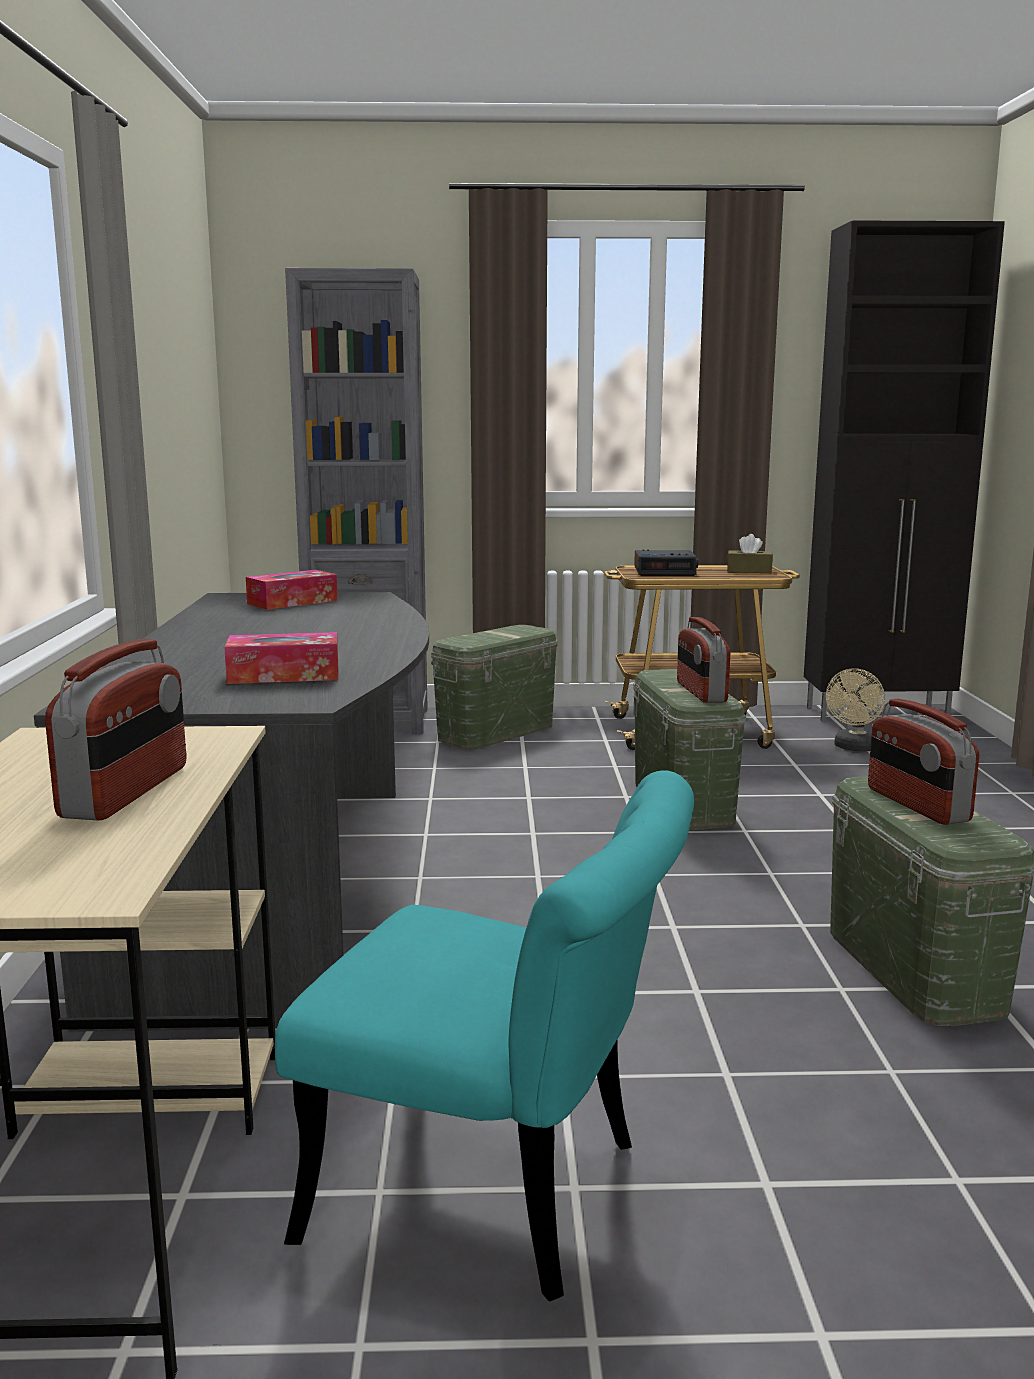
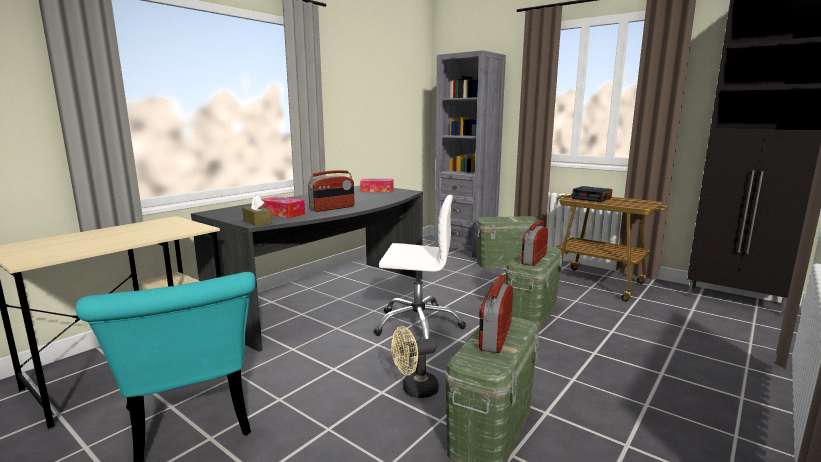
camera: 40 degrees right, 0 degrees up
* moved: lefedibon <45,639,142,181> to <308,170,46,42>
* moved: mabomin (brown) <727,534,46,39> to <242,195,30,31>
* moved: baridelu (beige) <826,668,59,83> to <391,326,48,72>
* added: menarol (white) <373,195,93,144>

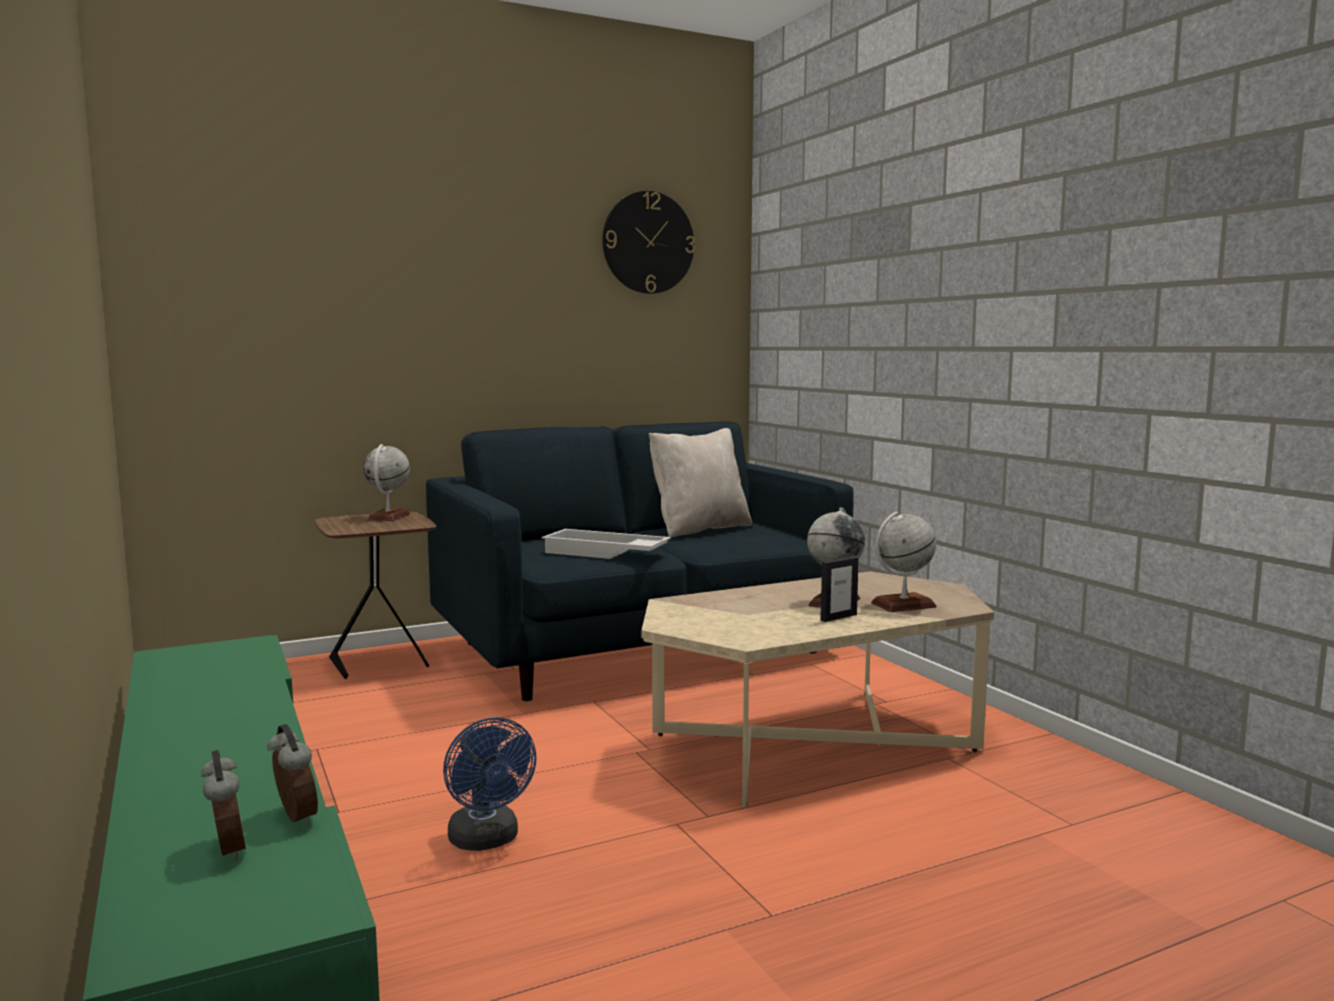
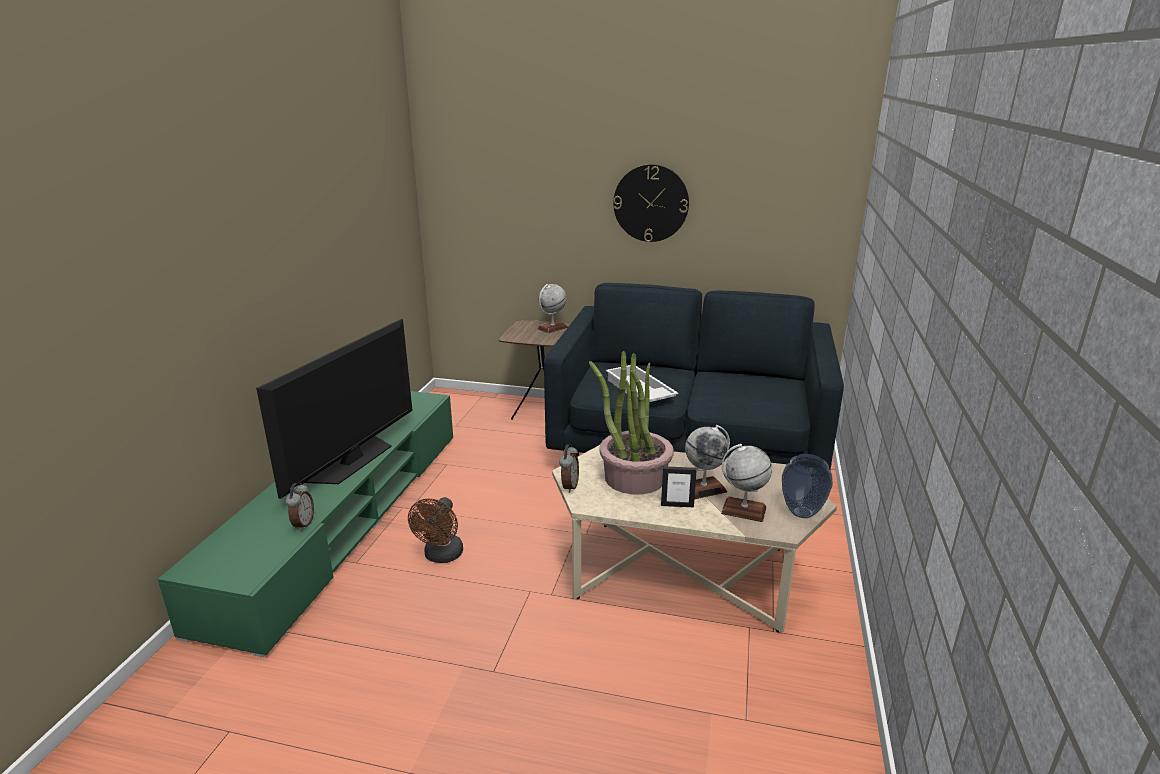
camera: 40 degrees right, 15 degrees up
* moved: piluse <201,750,45,111> to <559,444,20,49>
* recoloured: baridelu (blue) <443,717,94,134> to baridelu (brown) <408,497,55,66>
* moved: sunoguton <602,191,93,103> to <613,164,76,78>
* removed: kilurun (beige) <649,428,103,110>
* added: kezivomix <256,319,157,180>
* added: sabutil <589,351,85,144>
* added: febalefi <782,454,51,64>

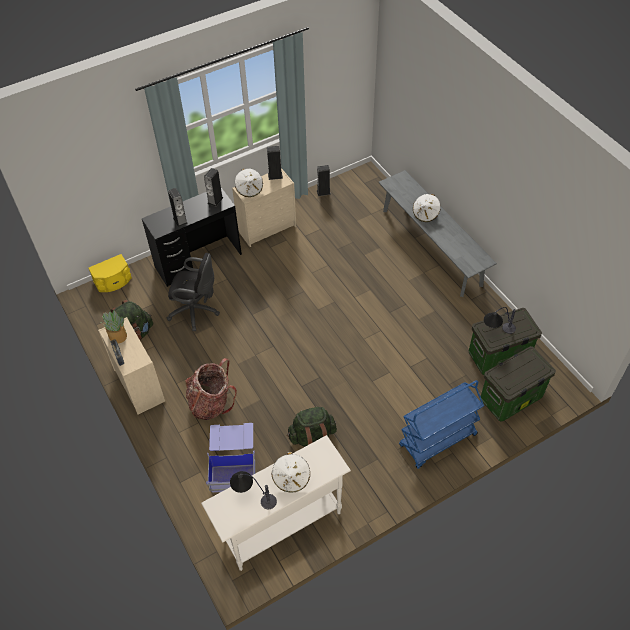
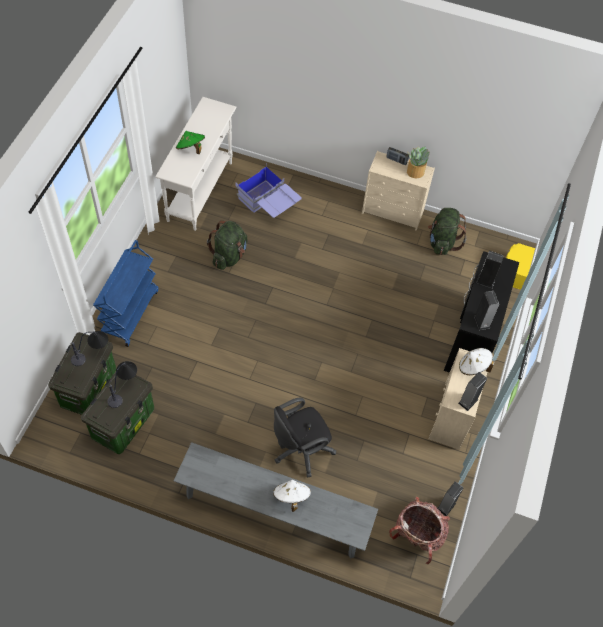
camera: 135 degrees right, 5 degrees up
* moved: menarol (black) <167,253,53,78> to <274,398,62,79>
* moved: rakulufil <185,358,52,62> to <389,497,61,68>
* moved: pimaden <230,471,47,38> to <71,331,37,35>
* recoloured: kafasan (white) <272,452,38,40> to kafasan (green) <176,131,29,23>

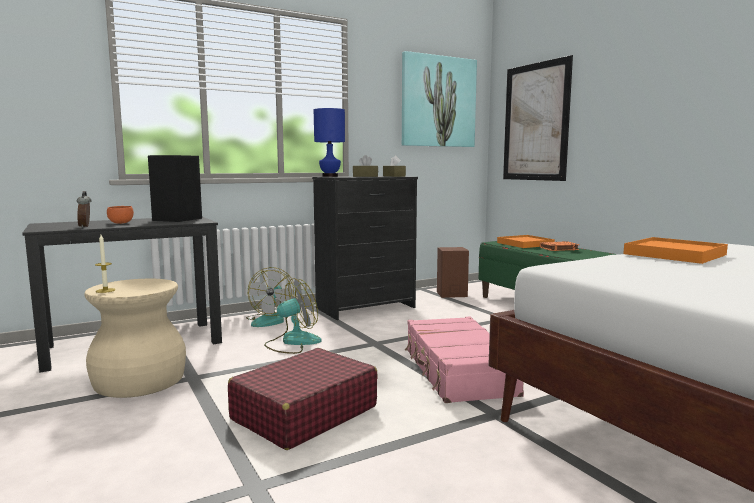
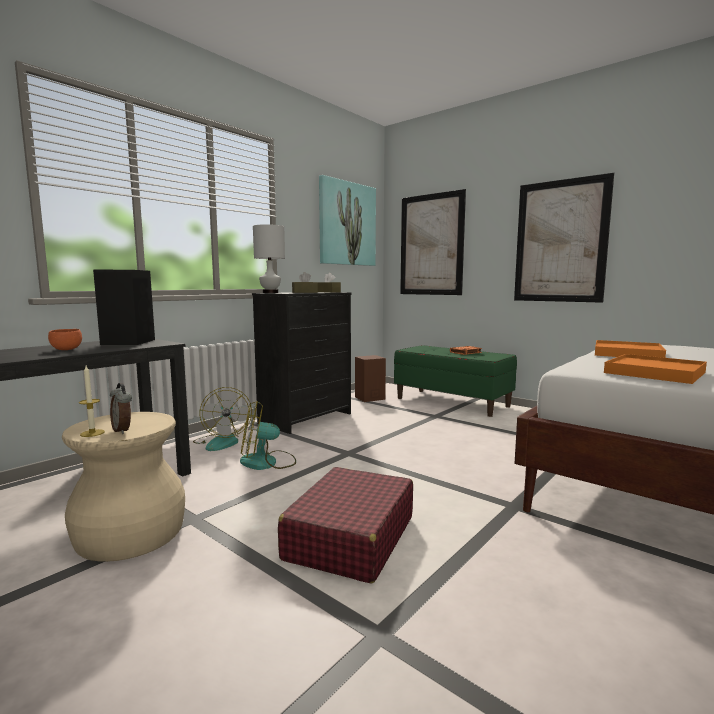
camera: 20 degrees left, 0 degrees up
* moved: piluse <77,191,15,37> to <110,383,22,51>
* turned: baridelu <264,278,58,76> = <240,401,56,69> 135 degrees counterclockwise
* recoloured: pimaden (blue) <314,108,31,69> to pimaden (white) <253,224,32,69>
* removed: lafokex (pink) <405,316,119,87>
* moved: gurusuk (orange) <497,235,58,13> to <604,354,103,30>
* added: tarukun <514,173,100,130>

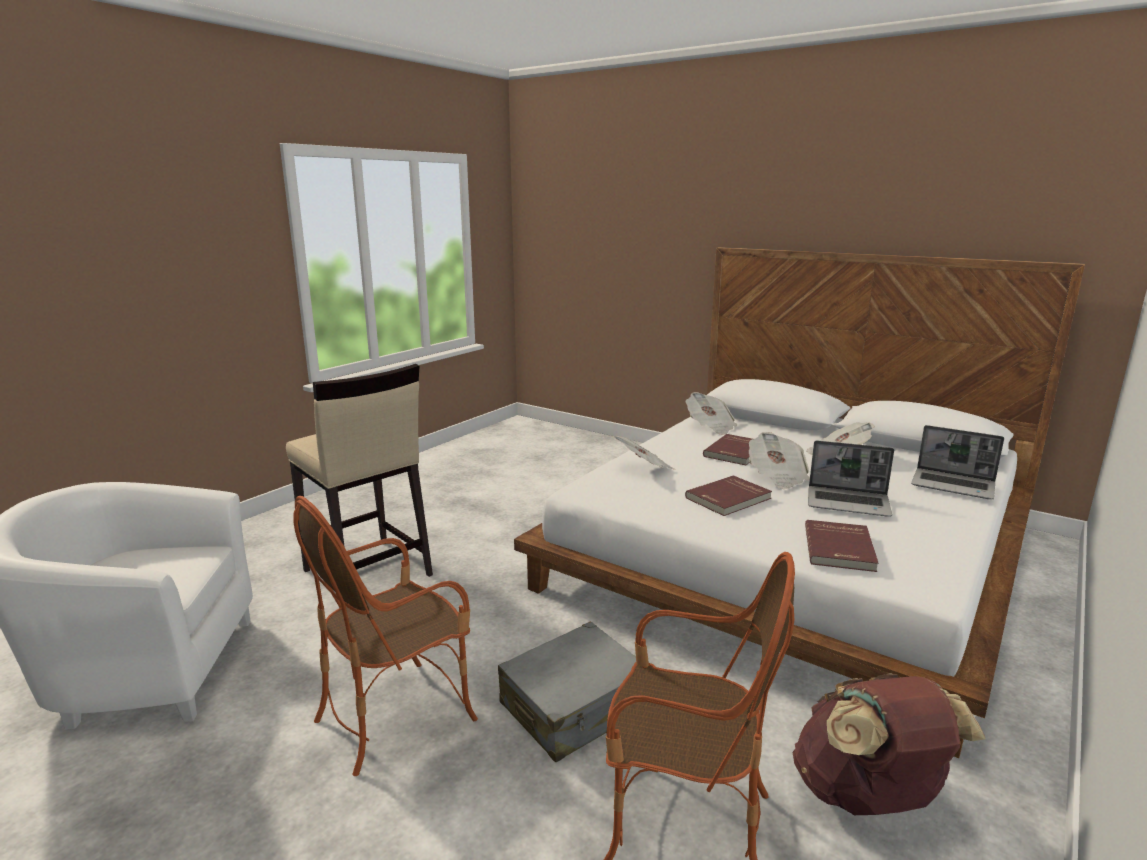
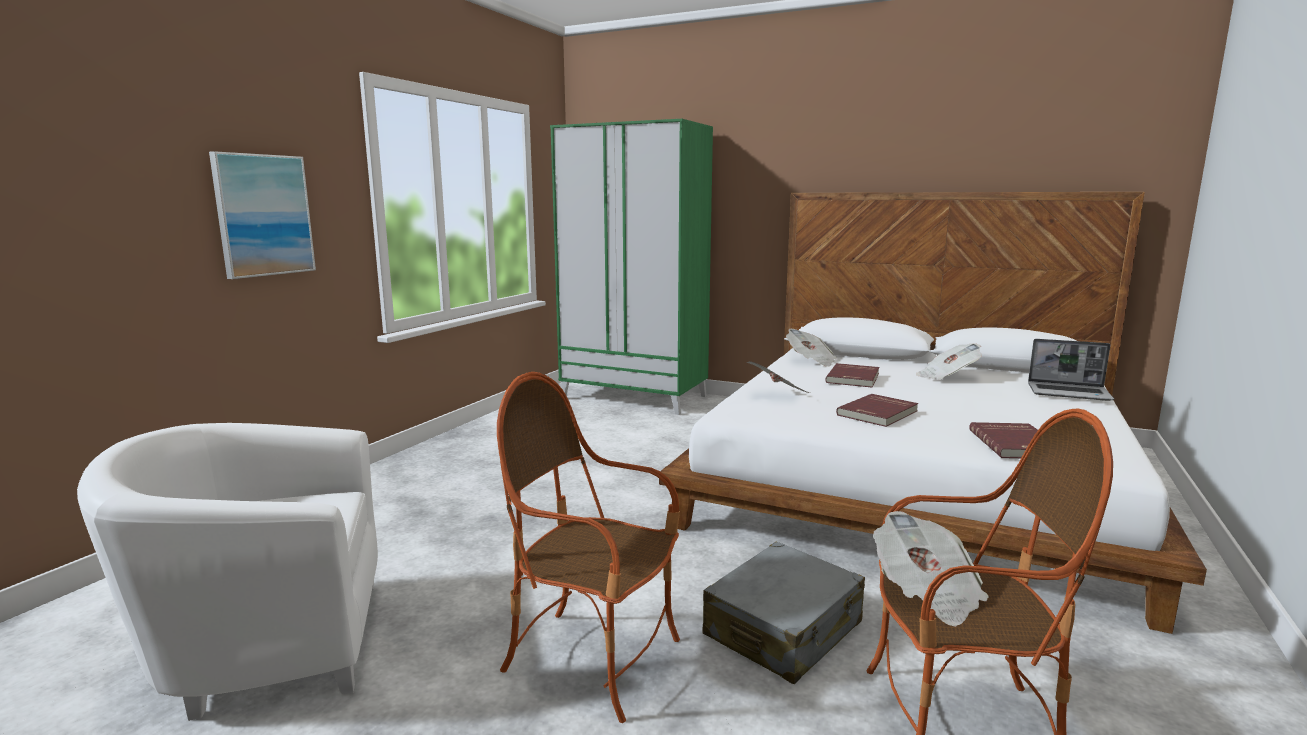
camera: 10 degrees left, 5 degrees down
* removed: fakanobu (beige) <286,364,147,240>
* turned: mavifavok <293,496,185,280> = <497,372,183,351> 75 degrees clockwise
* moved: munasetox <749,432,61,57> to <873,511,116,116>
* removed: rakulufil (brown) <793,673,193,142>
* removed: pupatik <808,441,86,76>
* added: tarukun <209,151,107,128>
* added: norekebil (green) <550,119,163,296>

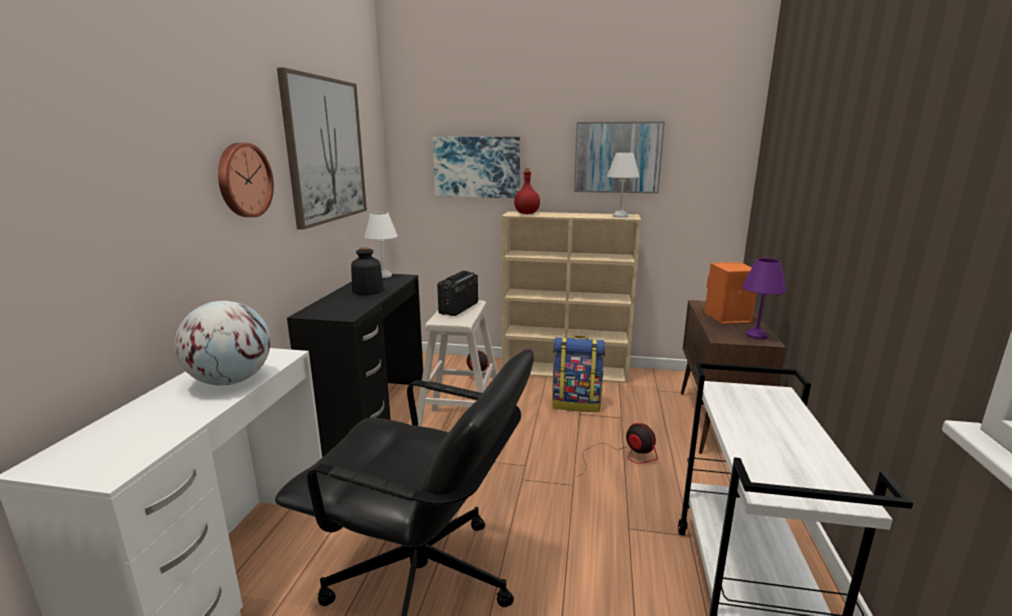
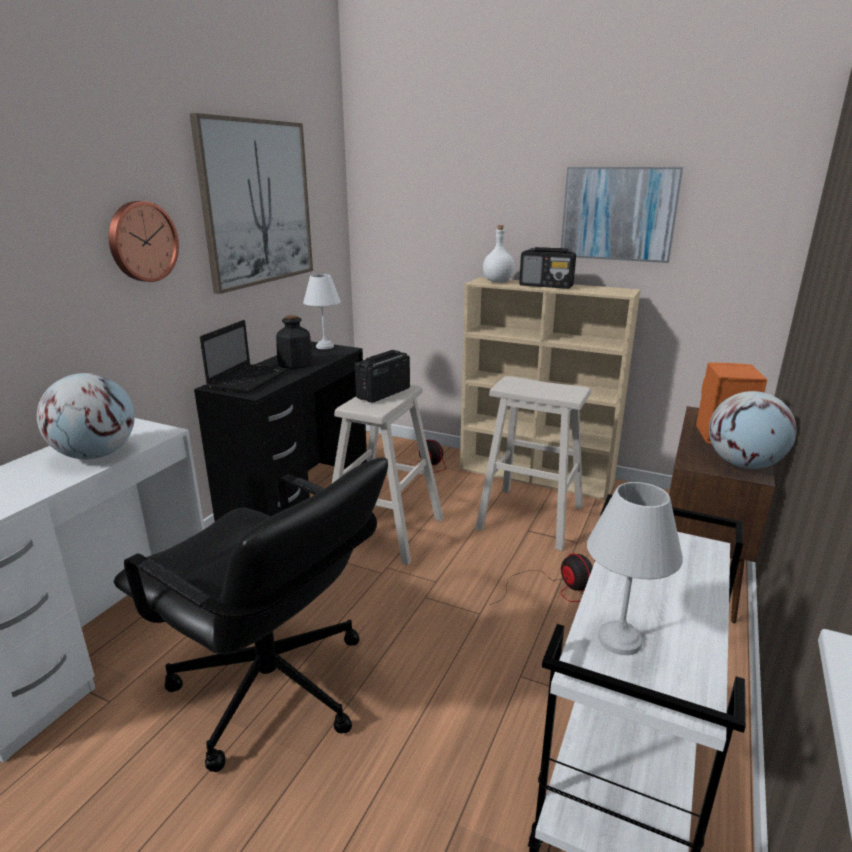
camera: 15 degrees right, 5 degrees up
* removed: tarukun <433,137,87,61>
* recoloured: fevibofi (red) <514,168,26,46> to fevibofi (white) <483,225,32,58>
* replaced: rakulufil <552,336,53,76> to fakanobu (beige) <475,376,116,175>
* moved: pimaden (white) <607,153,33,65> to <587,482,96,173>
* replaced: pimaden (purple) <742,258,45,81> to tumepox <709,391,87,78>
* added: pupatik <200,320,88,74>
* added: lefedibon <519,247,57,42>

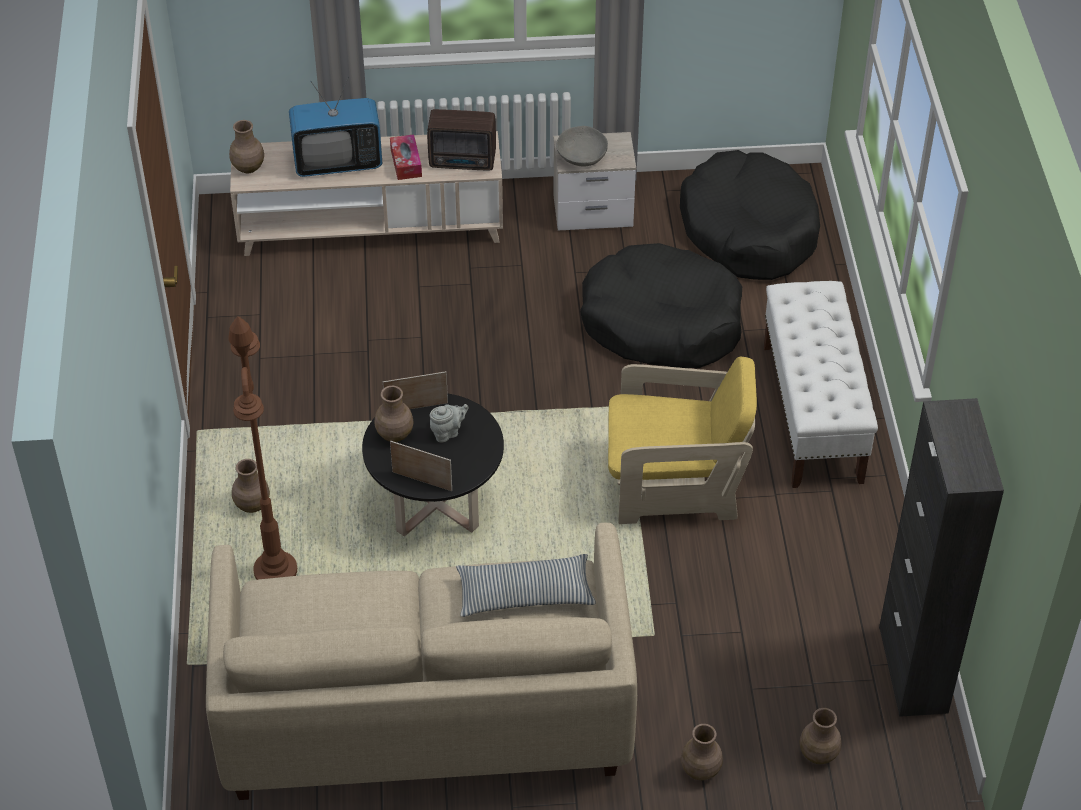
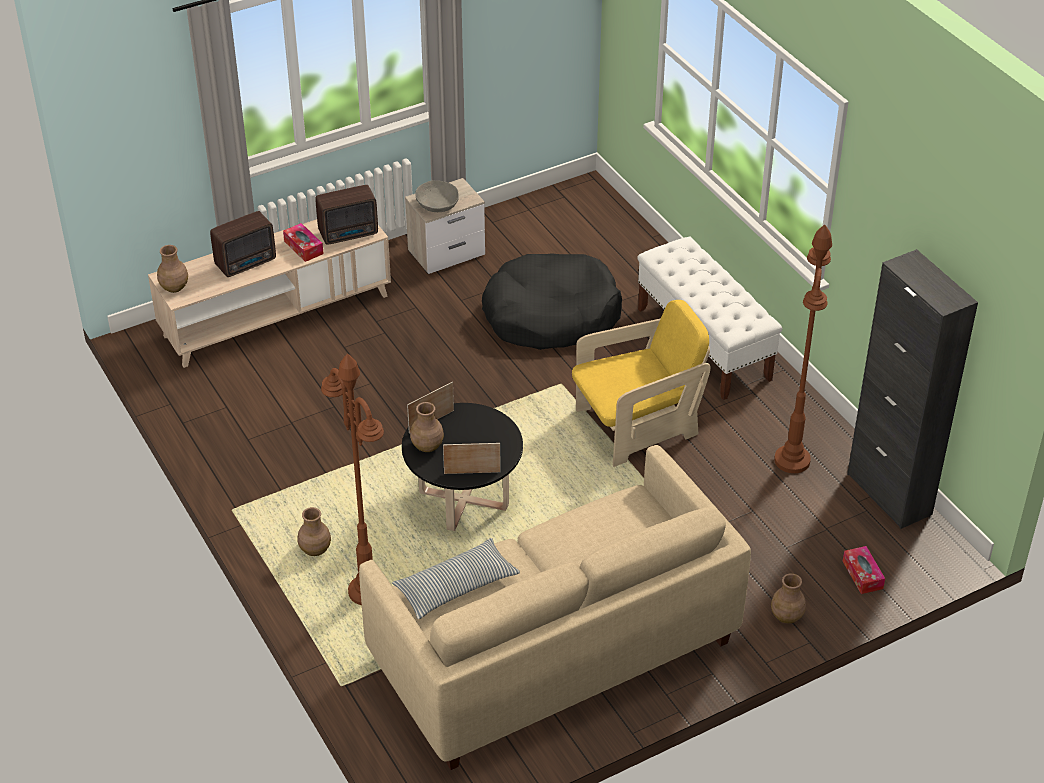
camera: 25 degrees left, 5 degrees down
* replaced: kezivomix <289,77,93,100> to lefedibon <210,211,66,66>
* removed: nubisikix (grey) <430,404,38,38>
* moved: kilurun <456,554,140,63> to <392,538,128,81>
* removed: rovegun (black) <680,150,140,130>
* replaced: febalefi (brown) <799,708,42,56> to mabomin <843,546,42,48>
* added: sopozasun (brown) <774,224,58,249>

